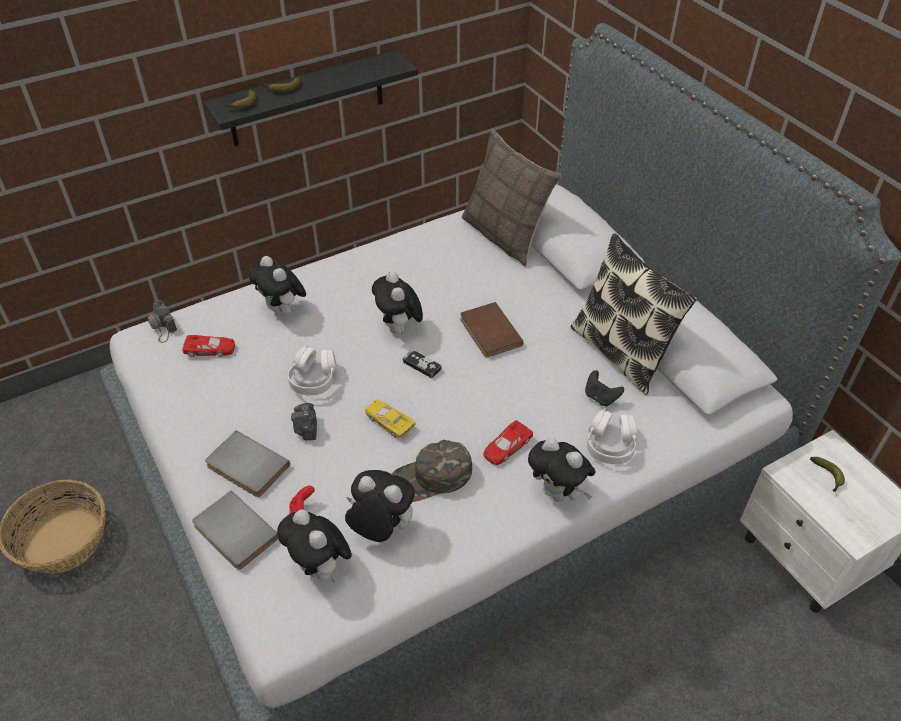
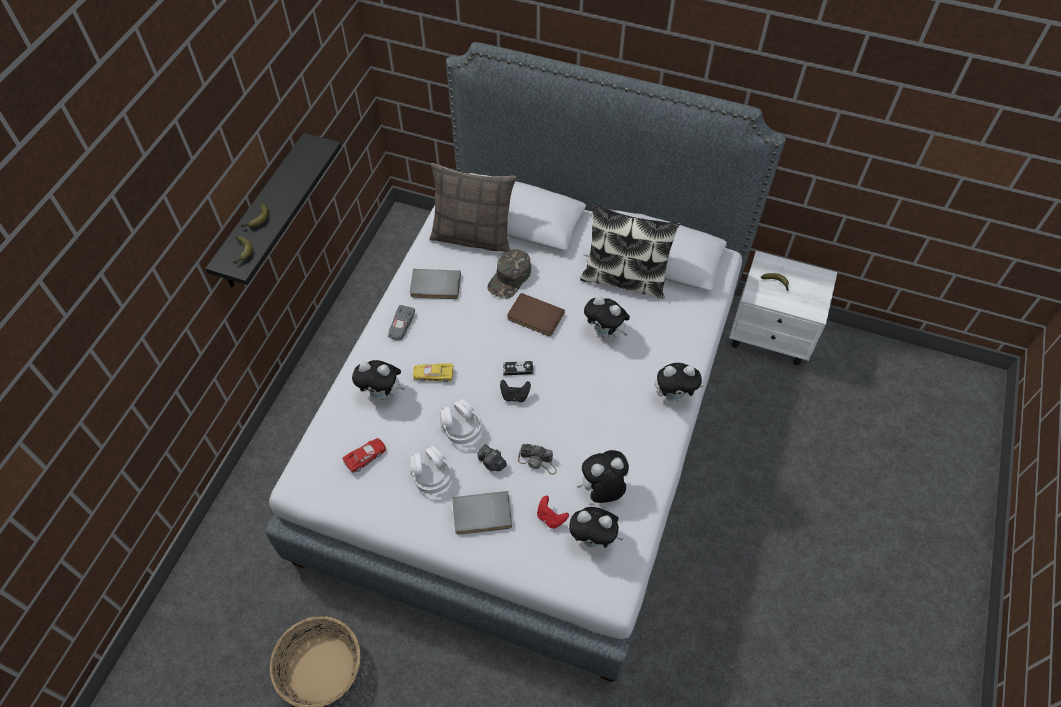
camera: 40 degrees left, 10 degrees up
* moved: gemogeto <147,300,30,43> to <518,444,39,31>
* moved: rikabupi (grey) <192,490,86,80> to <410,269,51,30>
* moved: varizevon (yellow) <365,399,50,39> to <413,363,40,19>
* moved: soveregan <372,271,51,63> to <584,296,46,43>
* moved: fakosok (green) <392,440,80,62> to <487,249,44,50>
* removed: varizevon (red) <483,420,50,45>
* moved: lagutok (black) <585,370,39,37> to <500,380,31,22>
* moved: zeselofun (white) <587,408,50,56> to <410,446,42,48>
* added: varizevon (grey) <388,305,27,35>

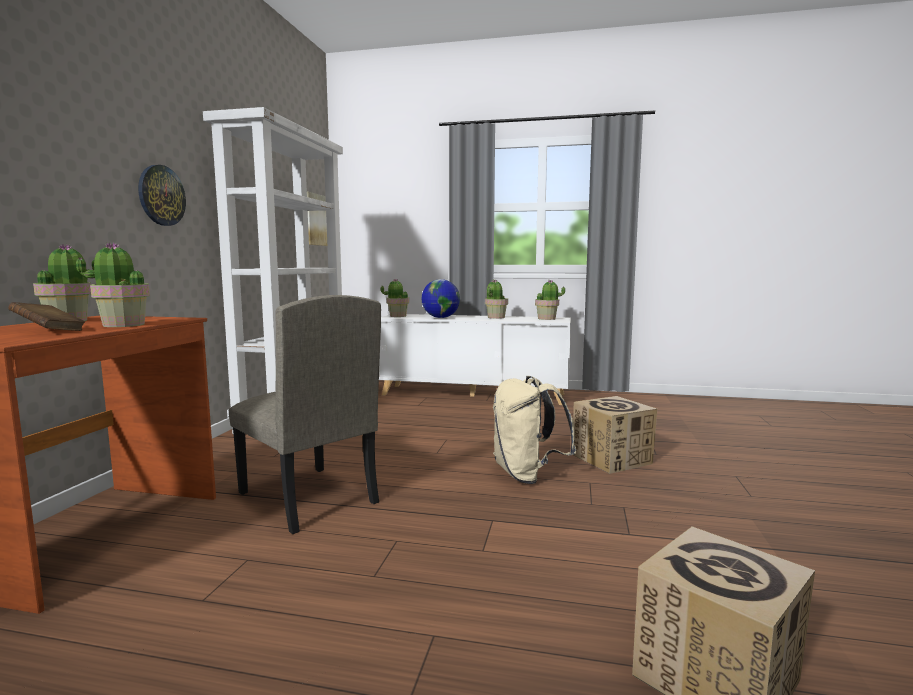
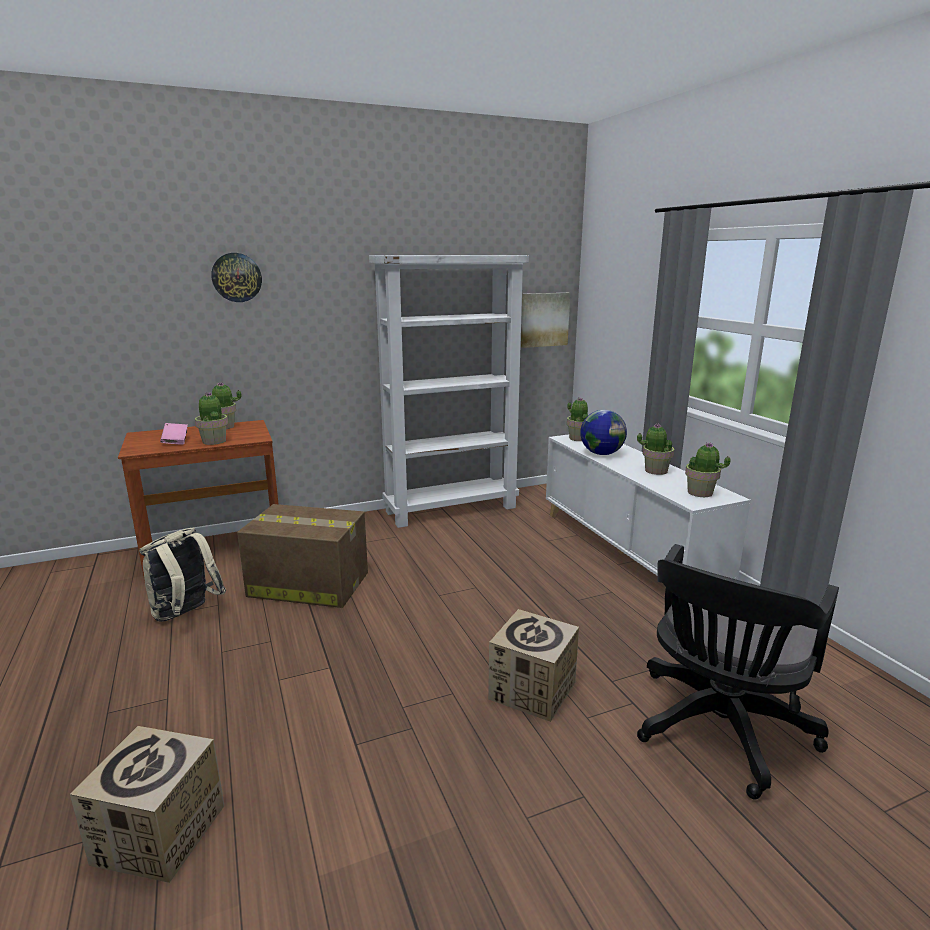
camera: 55 degrees right, 10 degrees up
* recoloured: rikabupi (brown) <8,302,77,29> to rikabupi (pink) <160,423,28,22>
* moved: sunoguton <138,165,48,61> to <211,253,51,49>
* replaced: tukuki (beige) <229,295,152,239> to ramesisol <237,504,131,104>
* moved: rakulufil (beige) <493,376,84,108> to <139,527,87,95>
* added: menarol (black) <637,544,202,256>

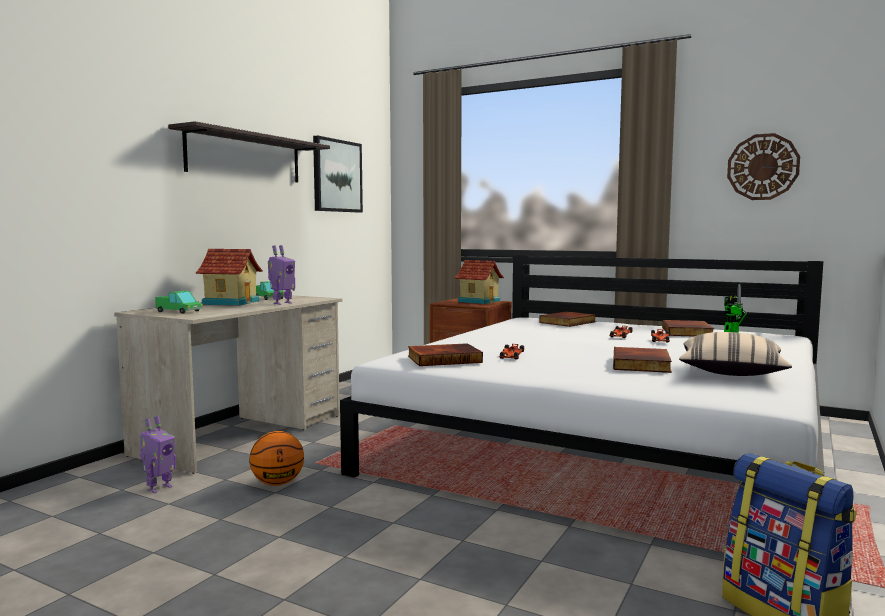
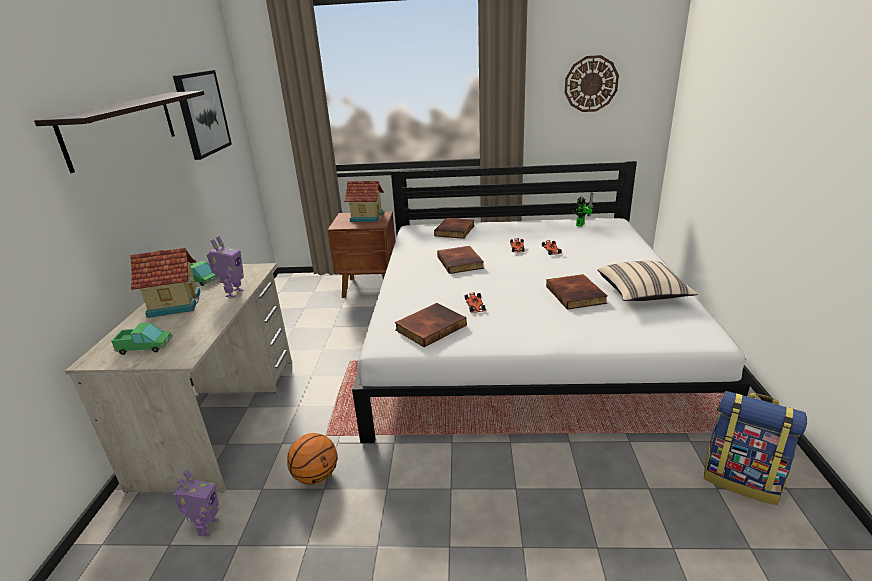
camera: 25 degrees left, 20 degrees up
* moved: rikabupi <662,320,52,17> to <437,246,47,28>

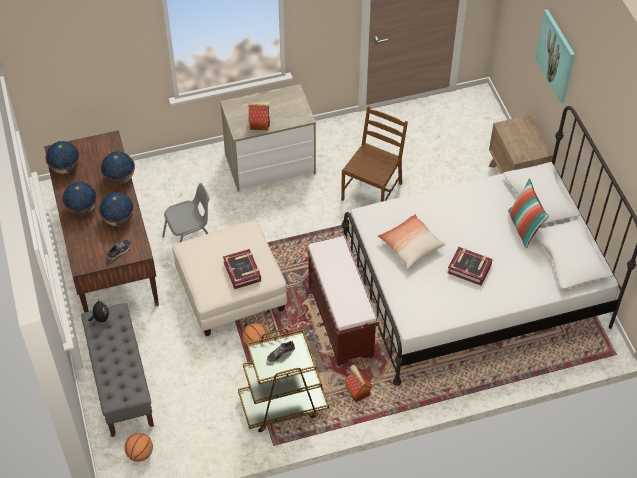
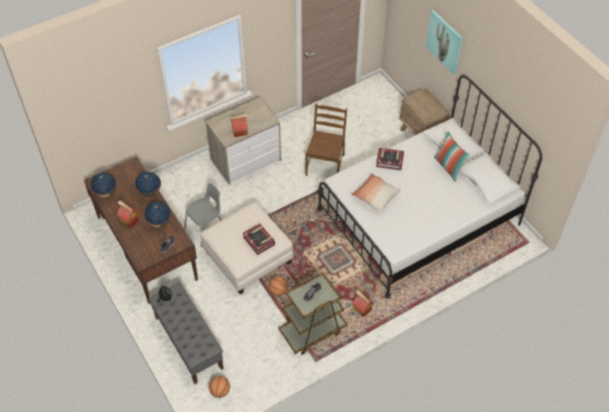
camera: 15 degrees left, 0 degrees up
* replaced: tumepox <62,182,35,33> to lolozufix <117,200,22,28>
* removed: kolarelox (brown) <306,235,73,131>
* moved: rikabupi <447,247,46,39> to <376,148,28,22>

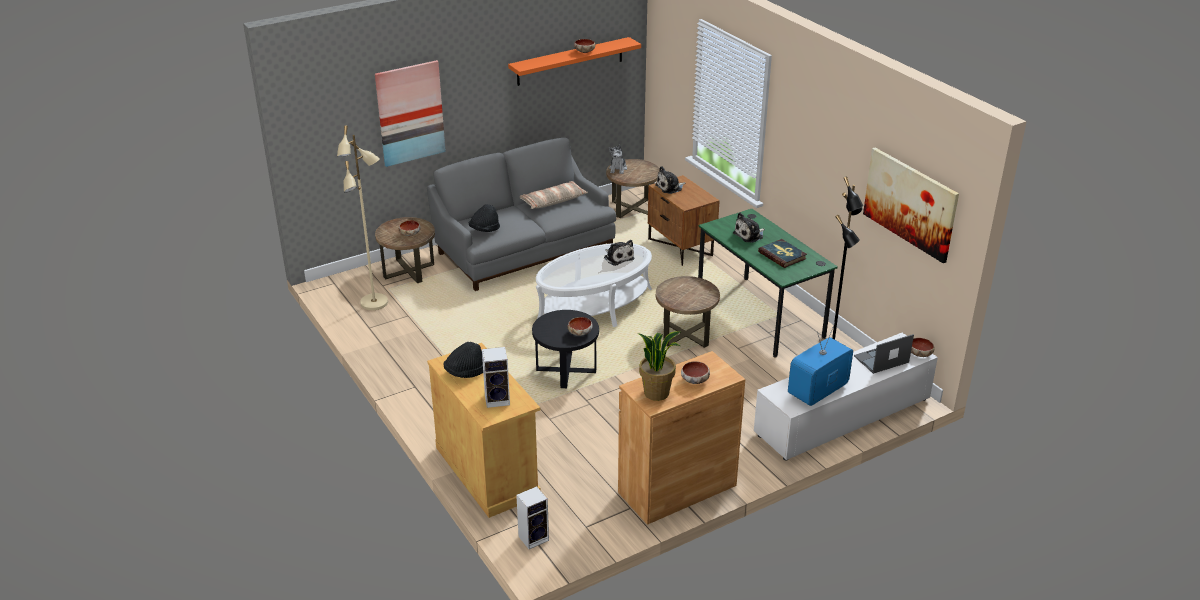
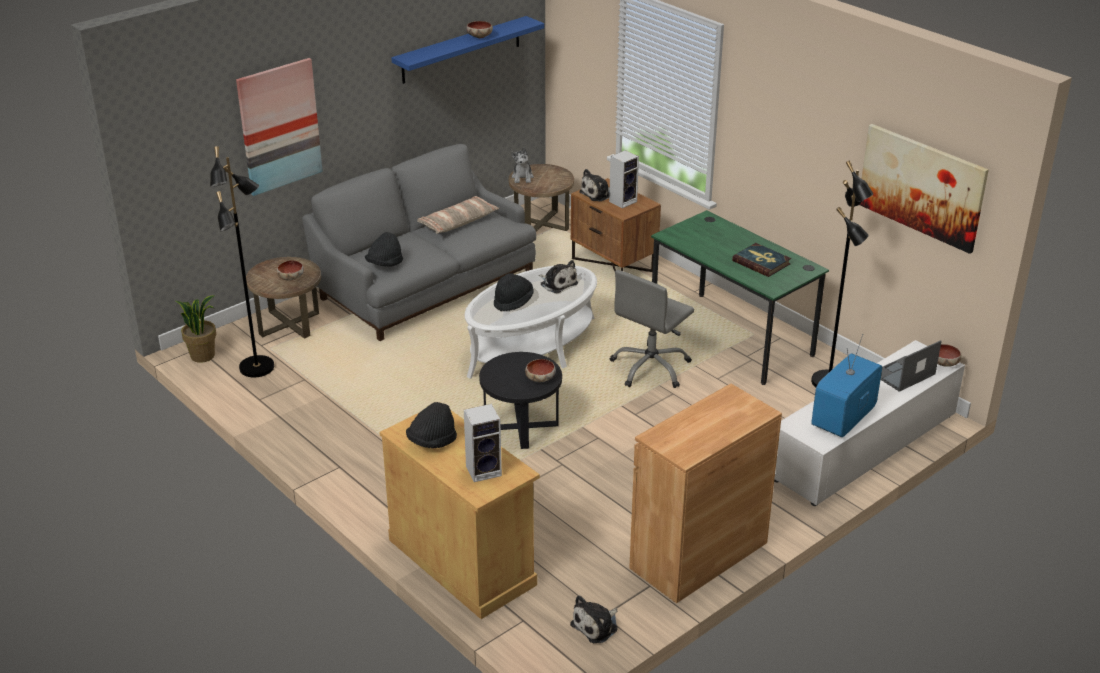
camera: 10 degrees left, 0 degrees up
* recoloured: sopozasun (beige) <337,125,51,185> to sopozasun (black) <210,146,64,231>
* recoloured: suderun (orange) <508,37,133,49> to suderun (blue) <391,16,153,68>
* moved: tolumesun <516,486,33,63> to <609,150,30,58>
* moved: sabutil <638,331,42,70> to <176,295,40,68>
* replaced: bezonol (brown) <656,276,64,72> to menarol (grey) <610,270,84,118>
* removed: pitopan <681,361,29,23>
* moved: soveregan <733,212,32,31> to <570,595,48,48>
* added: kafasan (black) <494,273,40,38>

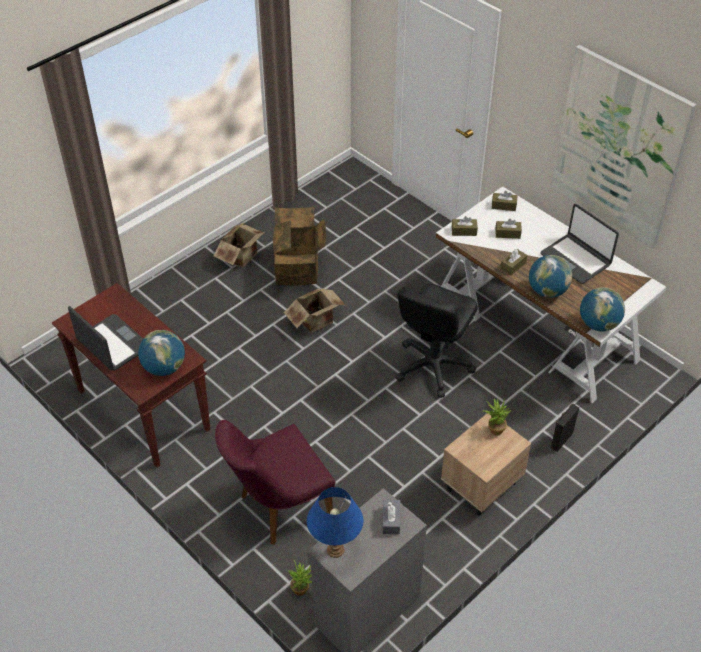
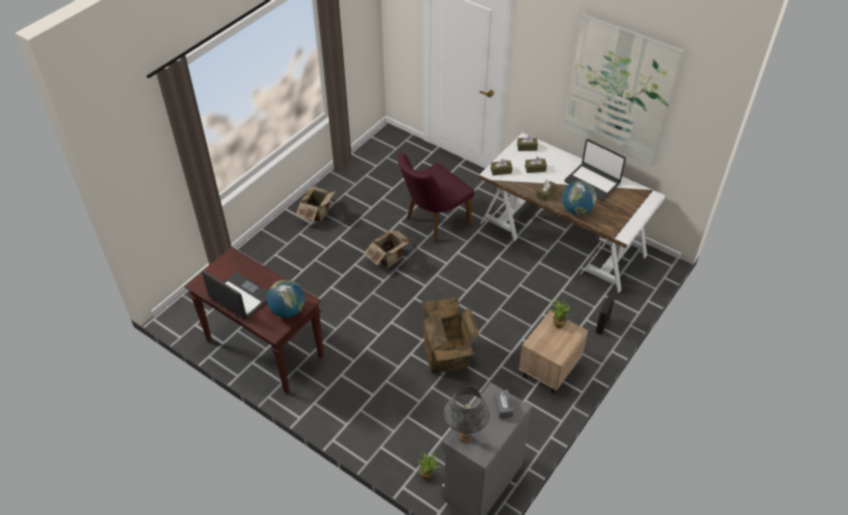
camera: 10 degrees left, 0 degrees up
* moved: tukuki (purple) <215,420,120,125> to <398,153,77,90>
* moved: ramesisol <273,207,53,79> to <421,296,58,77>
* recoloured: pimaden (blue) <307,487,57,71> to pimaden (grey) <444,386,46,58>
* removed: menarol (black) <395,284,82,114>
* removed: tumepox <580,287,45,45>

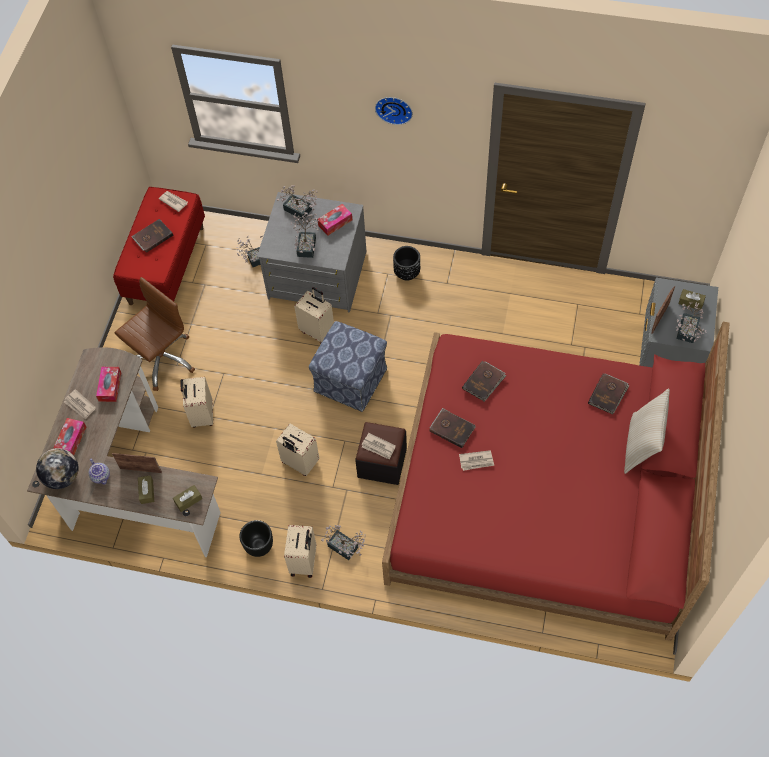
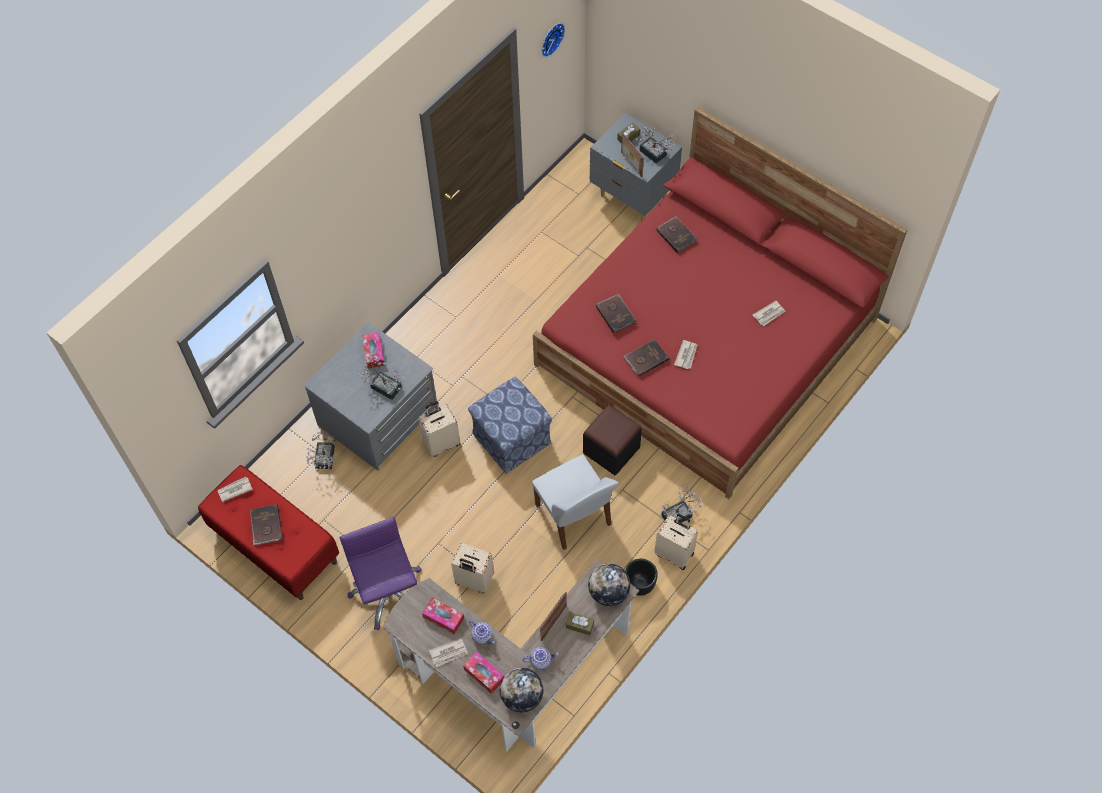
camera: 65 degrees left, 0 degrees up
* recoloured: menarol (brown) <115,277,80,114> to menarol (purple) <340,517,82,113>
* replaced: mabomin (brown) <173,485,29,27> to tumepox <588,564,42,42>
* replaced: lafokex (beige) <276,424,44,52> to tukuki (white) <532,455,87,95>
* removed: sabutil <277,185,41,35>
* moved: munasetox <362,433,33,27> to <753,301,33,25>
* moved: sunoguton <375,97,38,28> to <542,23,23,34>
* removed: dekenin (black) <393,246,27,35>
* removed: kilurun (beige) <624,389,46,85>
* added: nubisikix <469,620,26,25>

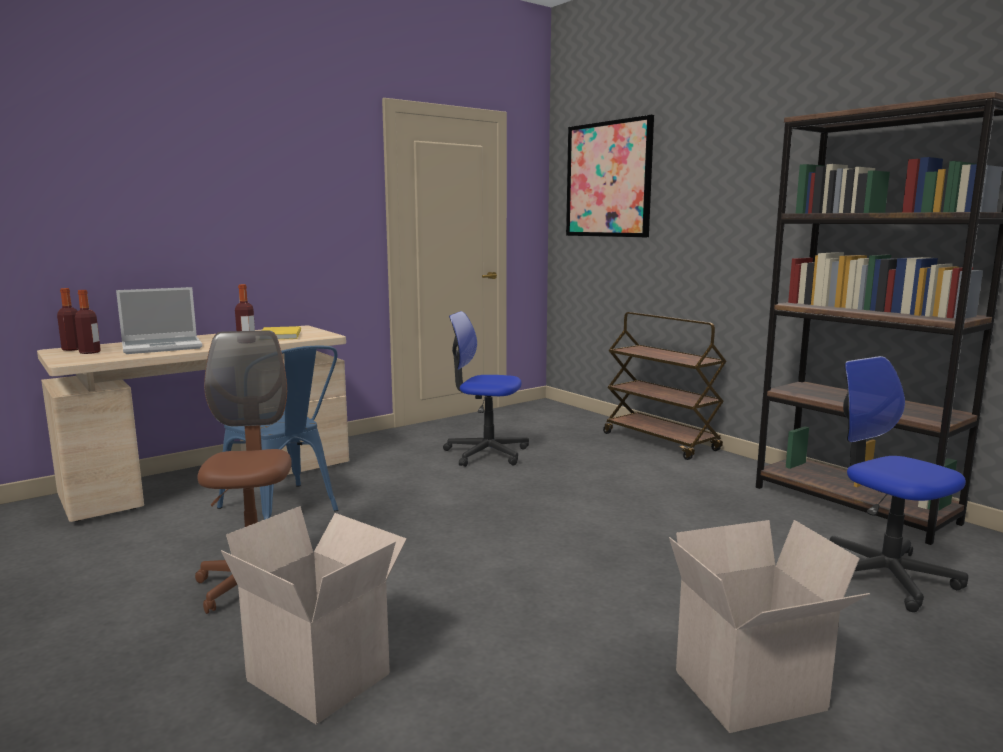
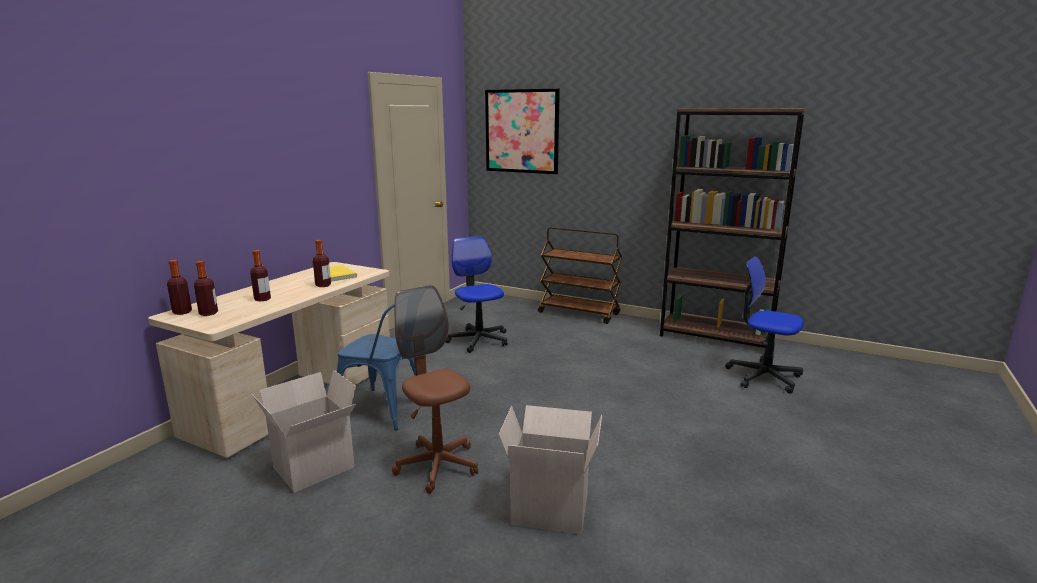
camera: 25 degrees left, 5 degrees up
* replaced: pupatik <116,287,86,67> to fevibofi <250,250,21,51>
* turned: menarol <443,311,86,156> = <445,236,63,117> 75 degrees clockwise
* moved: ramesisol <669,520,201,213> to <252,370,104,123>

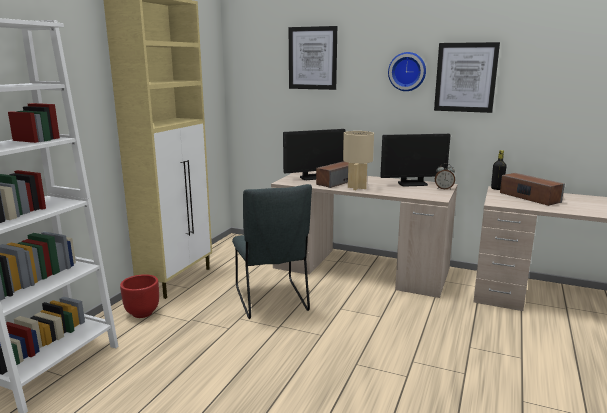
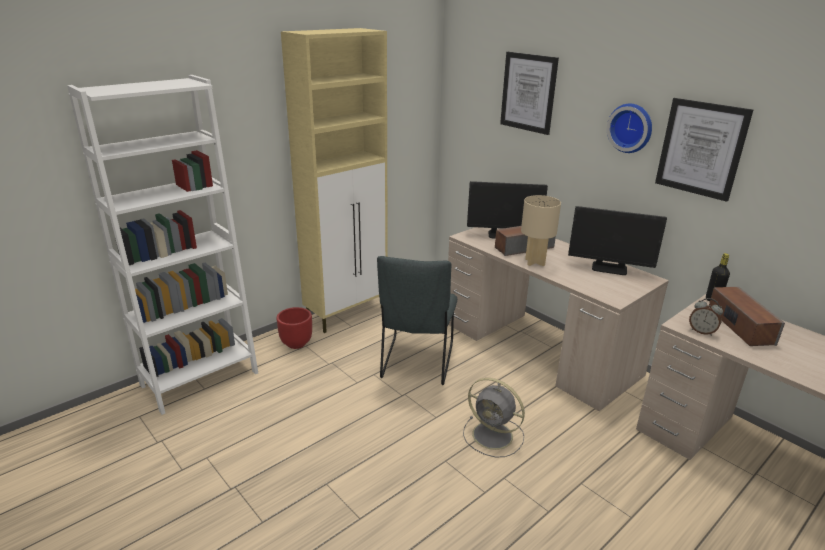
camera: 25 degrees right, 10 degrees up
* moved: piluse <435,163,20,27> to <689,298,34,38>
* added: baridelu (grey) <463,378,62,80>

